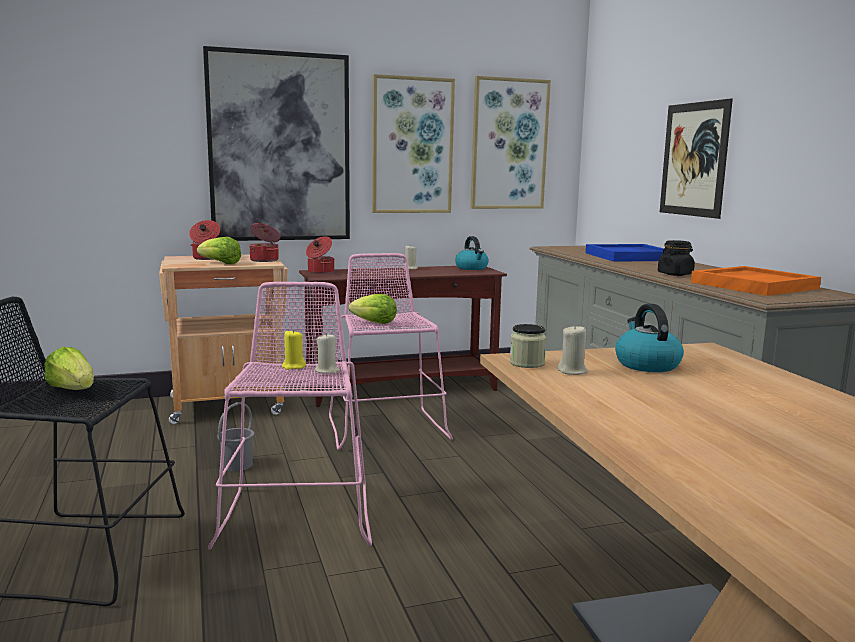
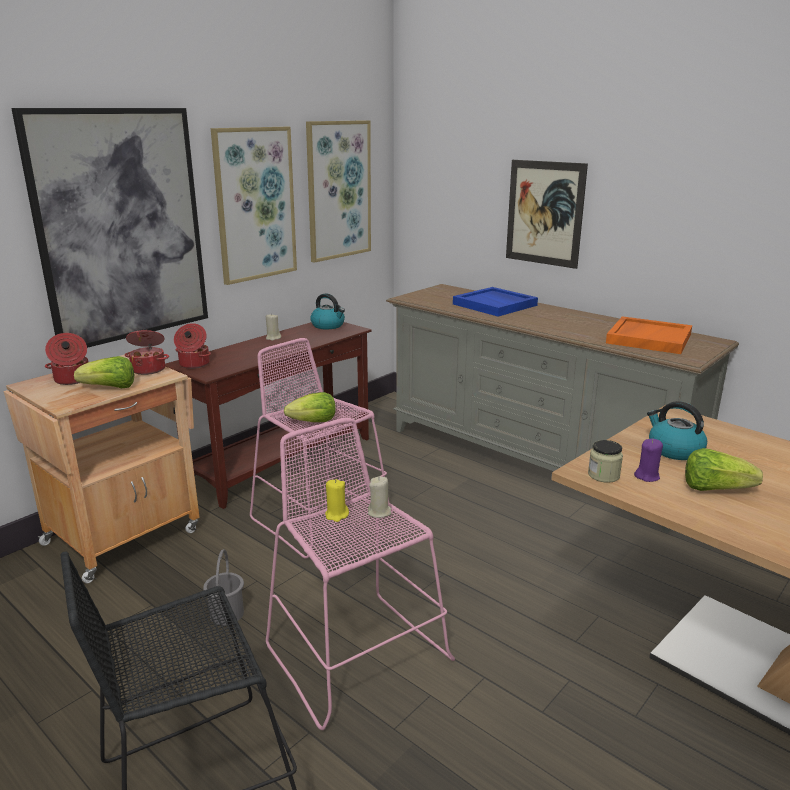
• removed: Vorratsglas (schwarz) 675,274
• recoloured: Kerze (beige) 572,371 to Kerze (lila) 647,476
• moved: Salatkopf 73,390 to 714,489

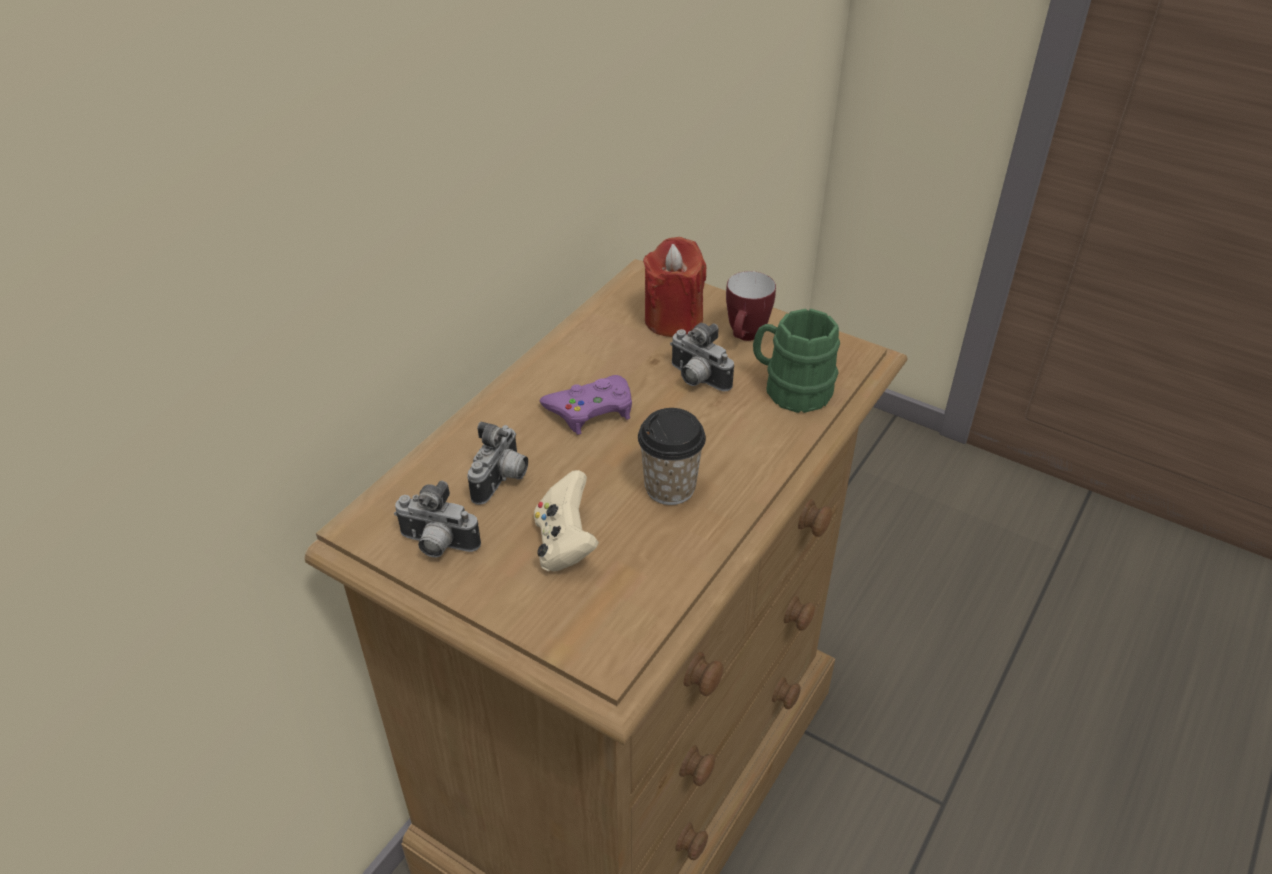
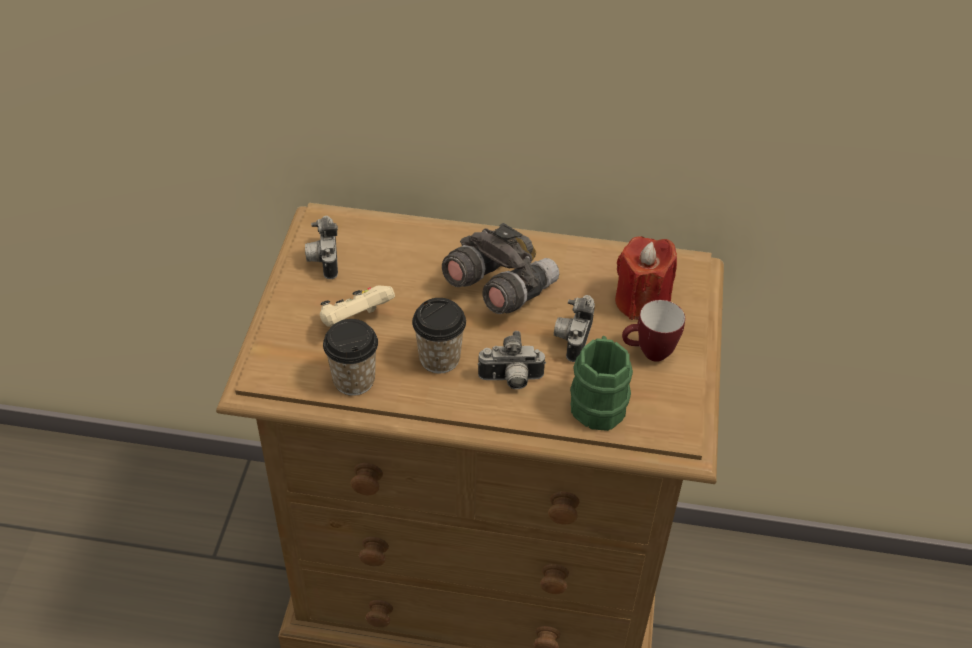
• replaced: Gamepad (lila) 591,409 to Fernglas (grau) 499,288
• moved: Kamera 502,481 to 511,380
• added: Tasse 354,380

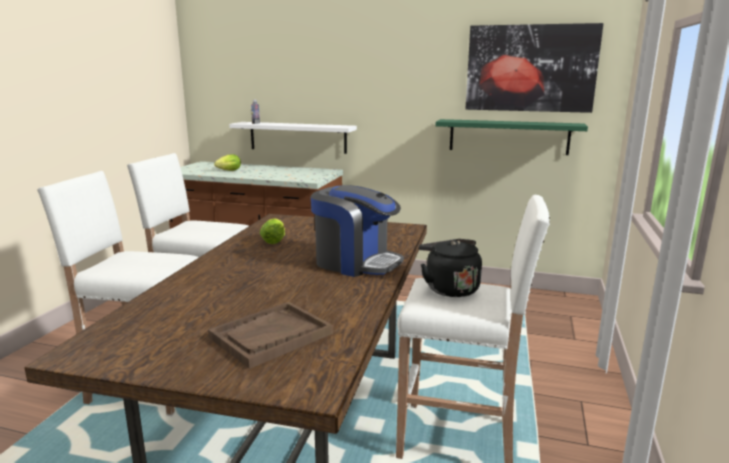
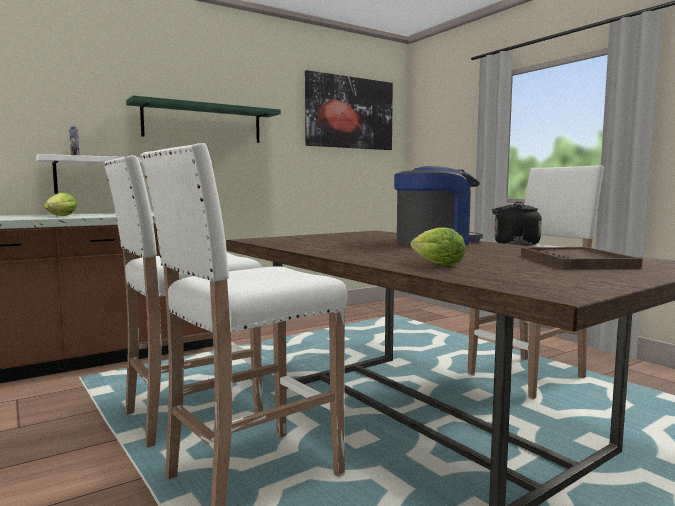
• moved: Wandregal (grün) 508,136 to 203,123
• moved: Salatkopf 274,241 to 435,264

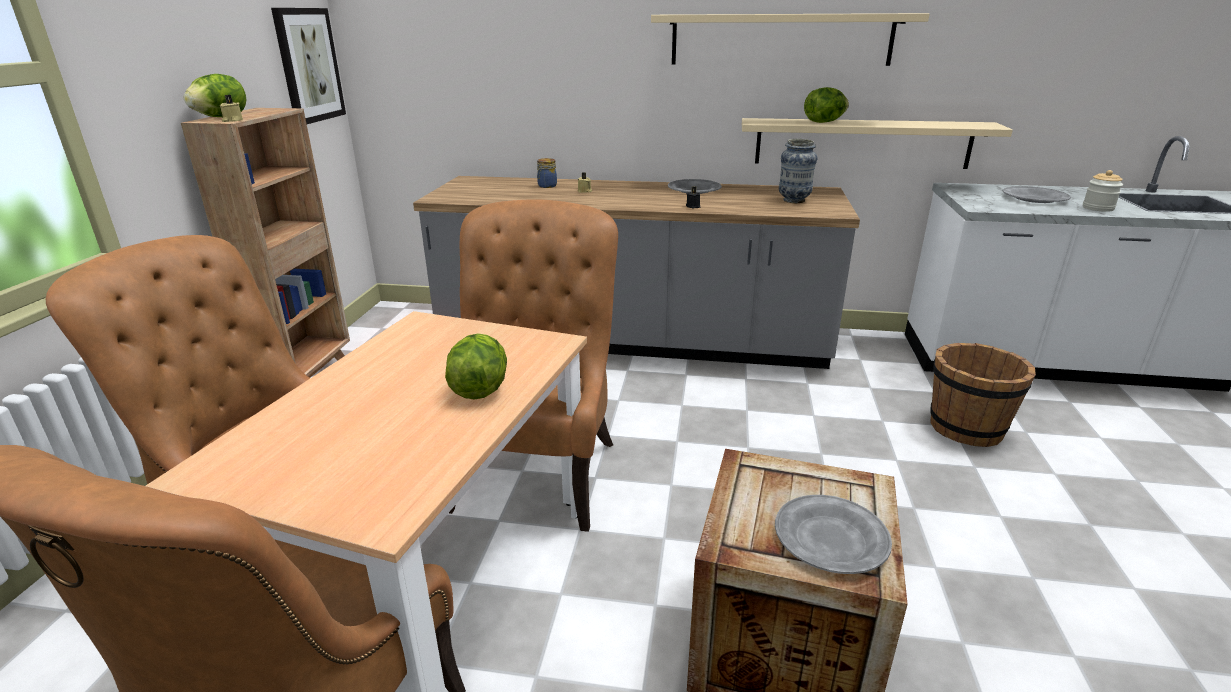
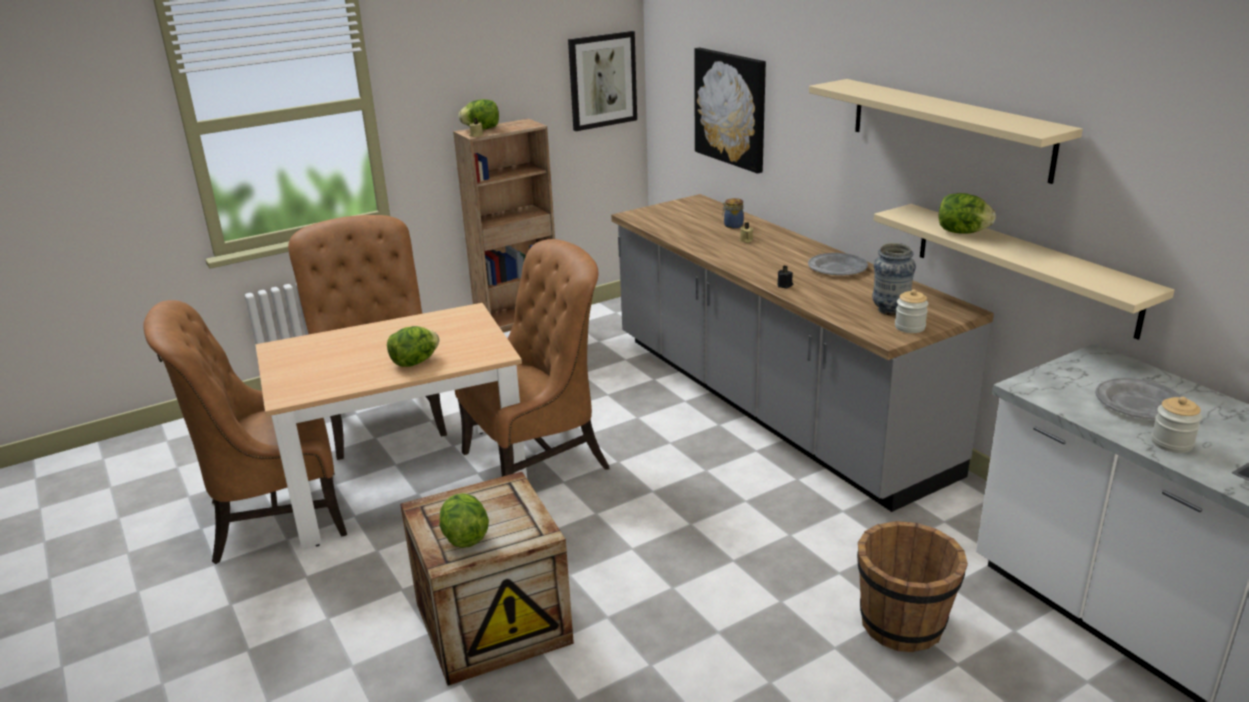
• replaced: Teller (grau) 831,539 to Salatkopf 465,537
• added: Bild 731,108
• added: Vorratsglas 909,327

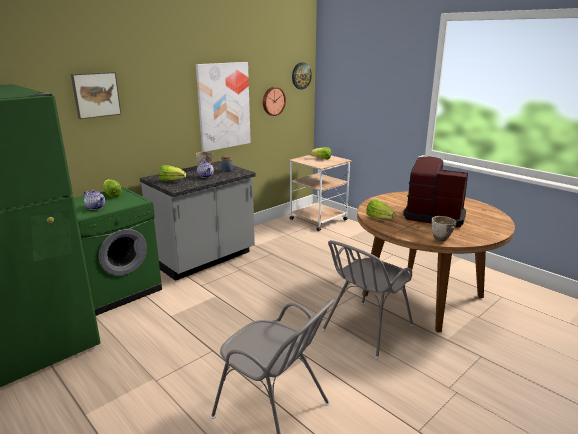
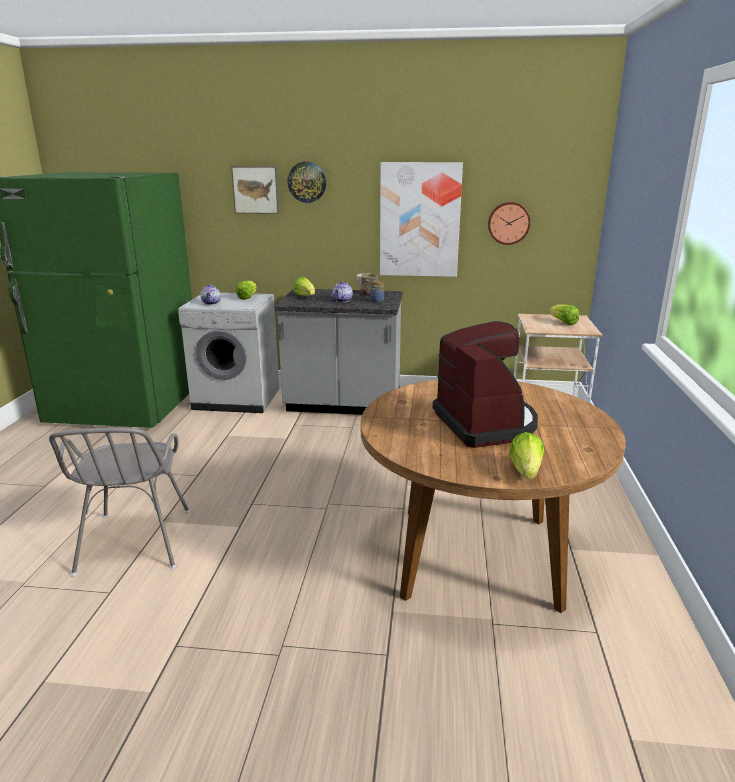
• moved: Wanduhr 301,76 to 307,182
• recoloured: Waschmaschine (grün) 118,291 to Waschmaschine (weiß) 236,400
• moved: Salatkopf 379,218 to 526,471
• removed: Schüssel 441,239
• removed: Stuhl (grau) 366,329

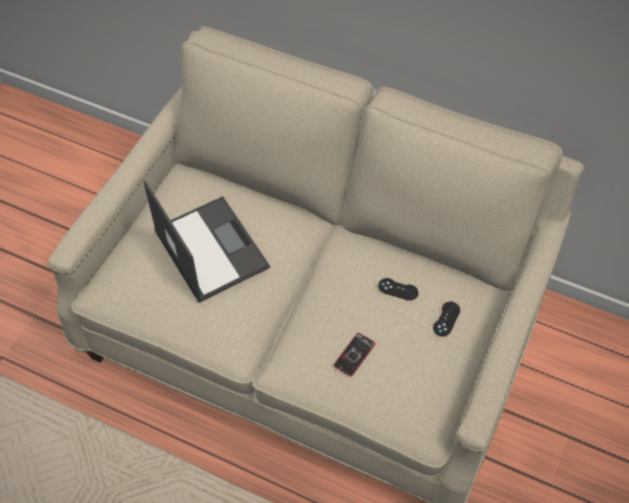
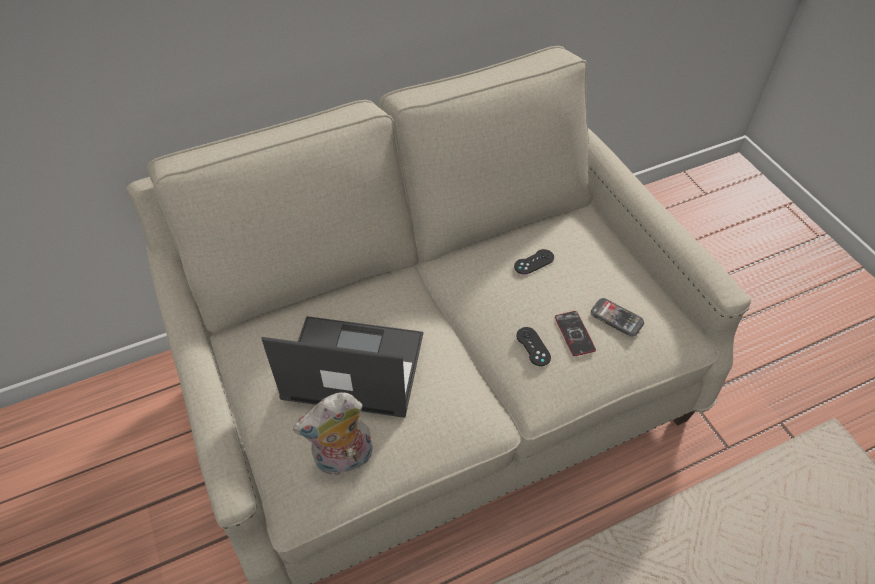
• moved: Gamepad (schwarz) 446,319 to 533,346
• added: Handy 616,318
• added: Plüschtier 343,460

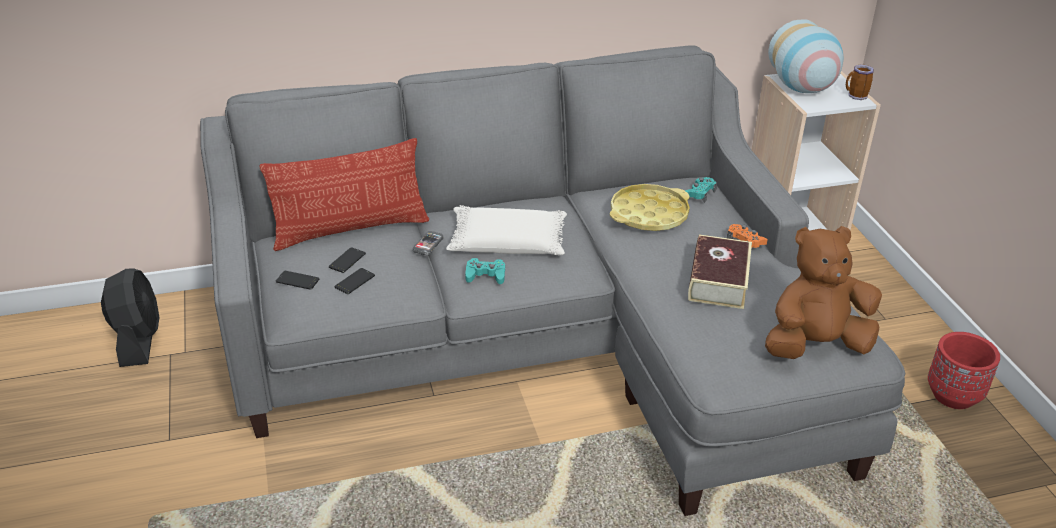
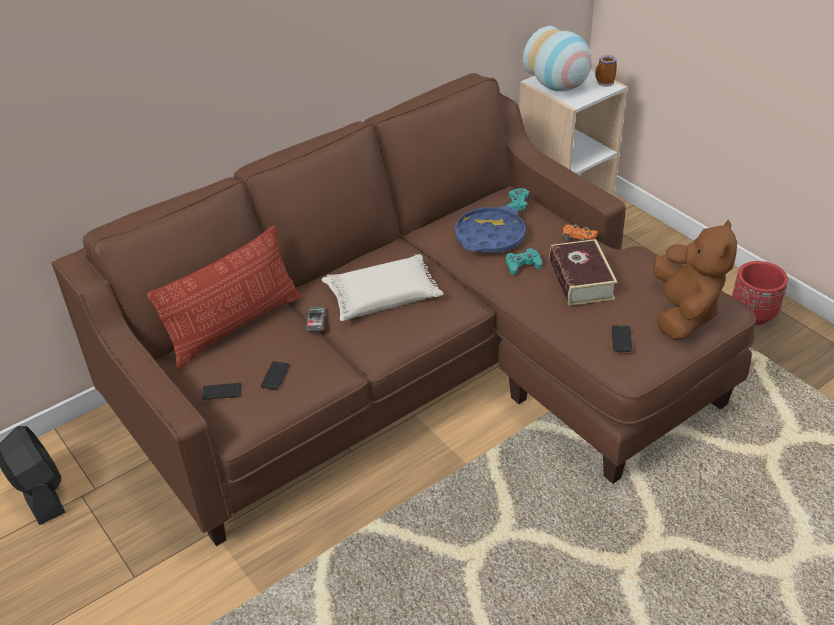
• recoloured: Sofa (grau) 545,345 to Sofa (braun) 420,374
• recoloured: Tablett (gelb) 648,214 to Tablett (blau) 489,236
• turned: Plüschtier (braun) 814,345 = 683,313 135 degrees clockwise
• moved: Handy 347,260 to 621,339
• moved: Gamepad (türkis) 485,275 to 522,265

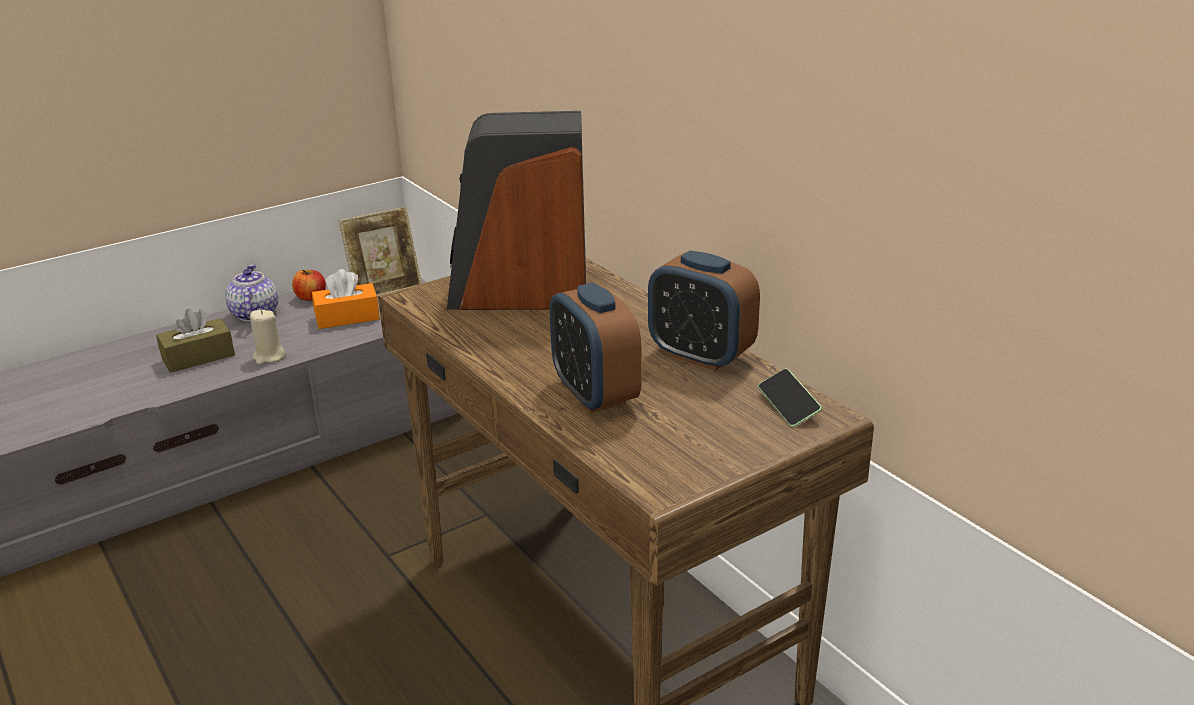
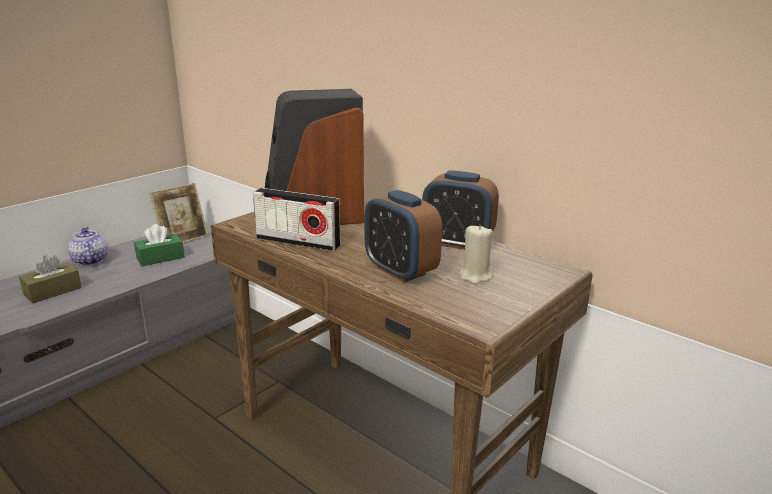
• recoloured: Taschentuchbox (orange) 347,317 to Taschentuchbox (grün) 160,258
• removed: Apfel 311,297
• moved: Kerze (beige) 269,357 to 475,276
• removed: Handy 788,407
• added: Radio 298,242

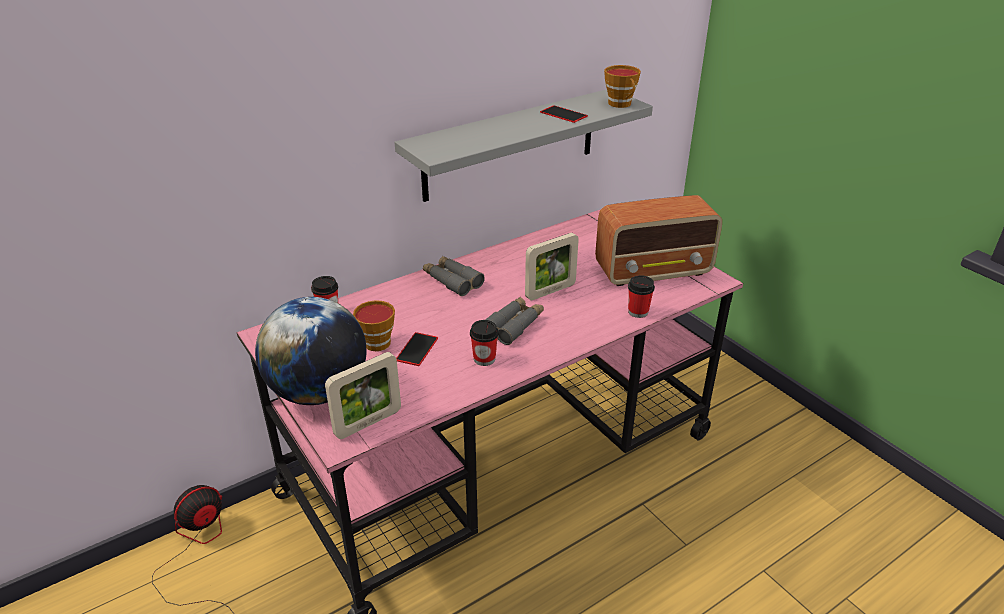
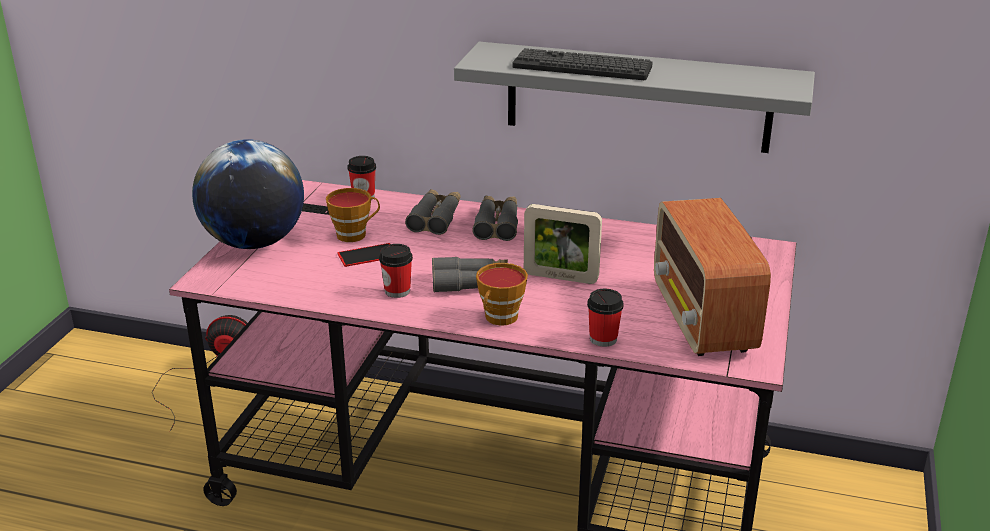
• moved: Tasse 621,104 to 500,319
• removed: Handy 563,114
• turned: Radio 654,271 = 703,319 45 degrees clockwise
• removed: Bilderrahmen 368,423
• added: Tastatur 582,67
• added: Fernglas (grau) 435,218

